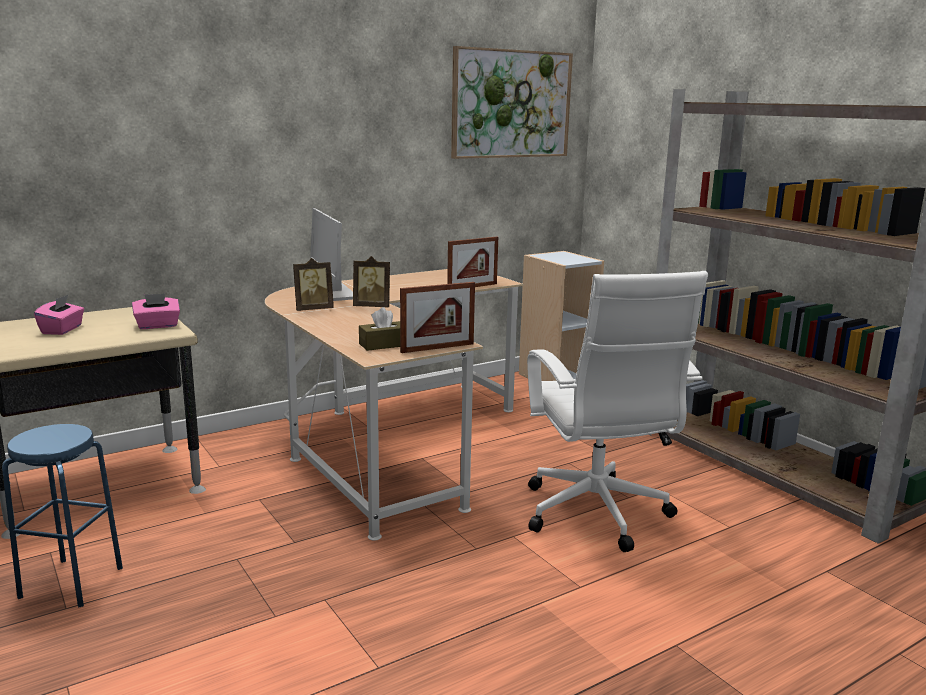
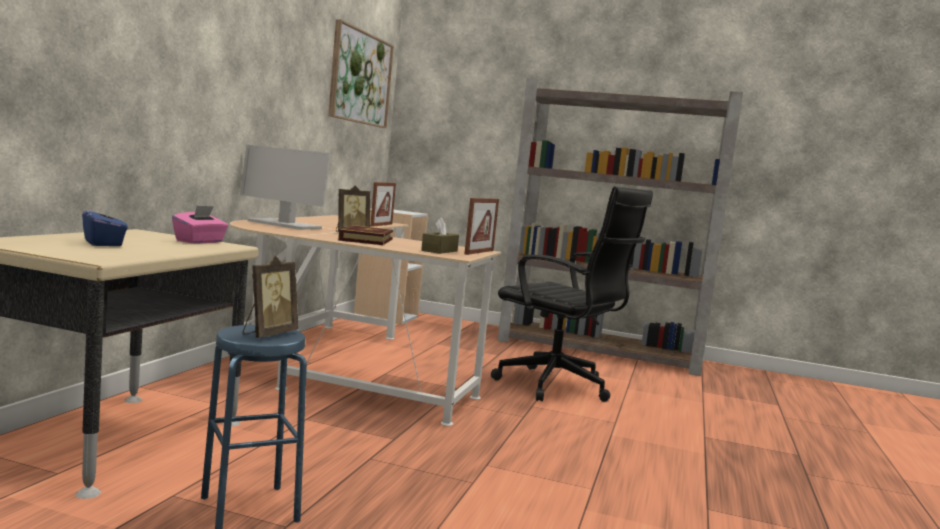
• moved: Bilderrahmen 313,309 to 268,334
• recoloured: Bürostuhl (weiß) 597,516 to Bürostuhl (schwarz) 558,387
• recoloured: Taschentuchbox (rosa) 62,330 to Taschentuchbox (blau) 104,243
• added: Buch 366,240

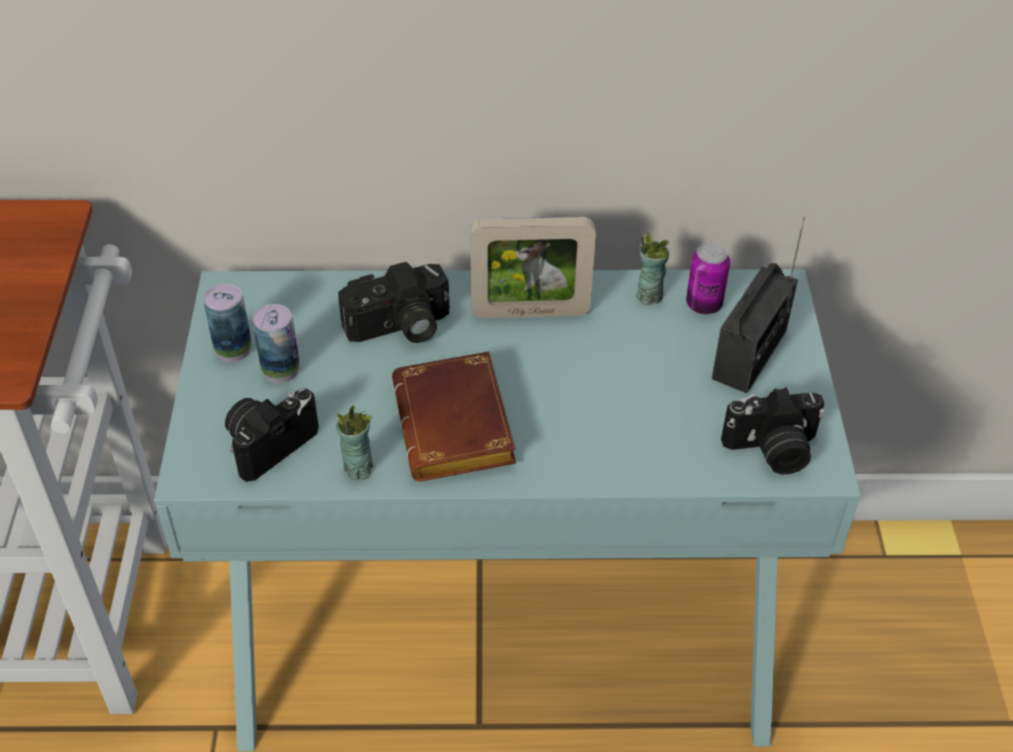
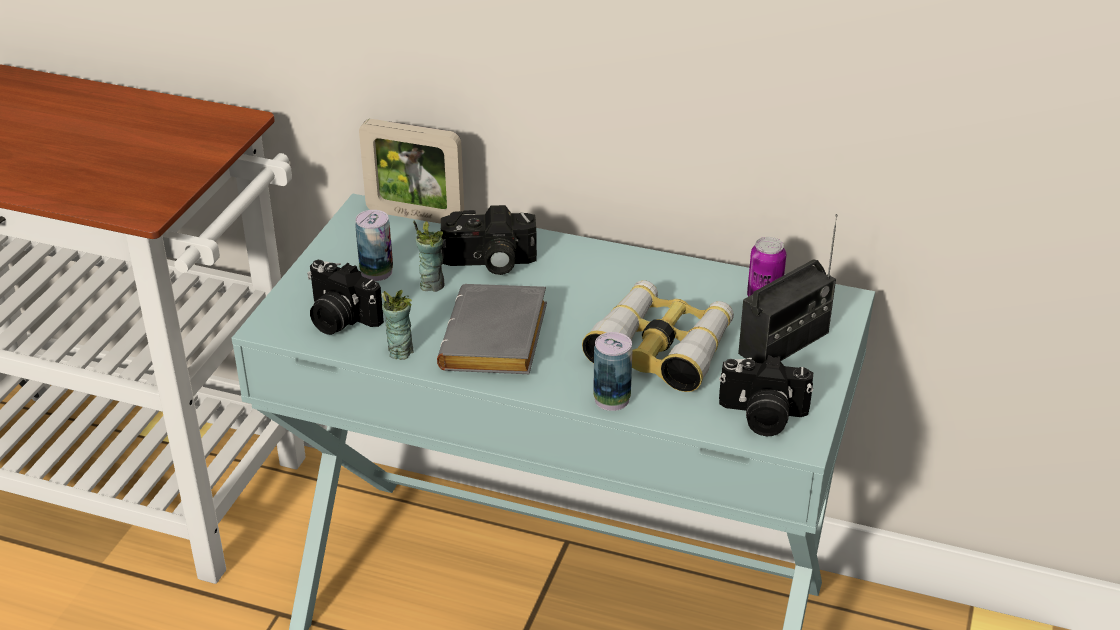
• moved: Bilderrahmen 530,312 to 415,216
• moved: Tasse 649,295 to 432,284
• moved: Dose 233,349 to 611,399
• recoloured: Buch (braun) 458,428 to Buch (grau) 497,342
• turned: Kamera 268,443 = 339,319 120 degrees counterclockwise
• added: Fernglas 661,347

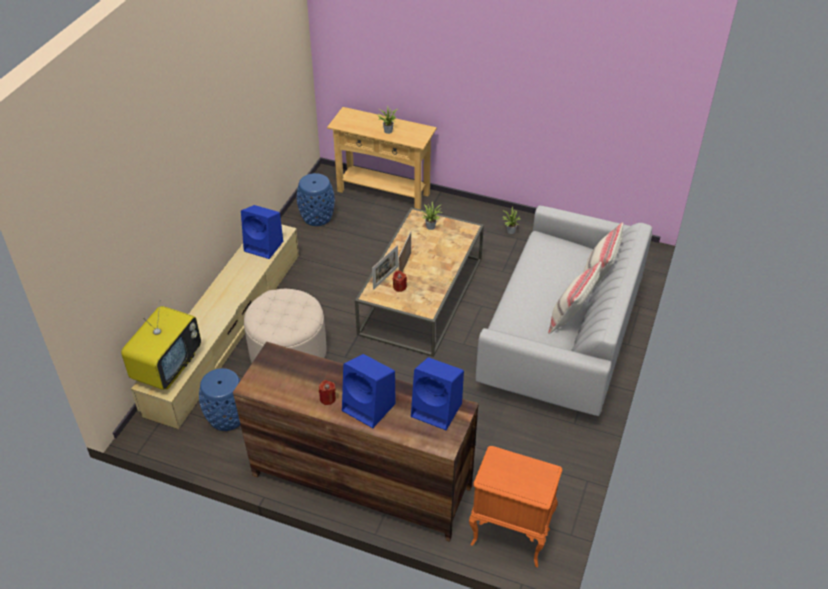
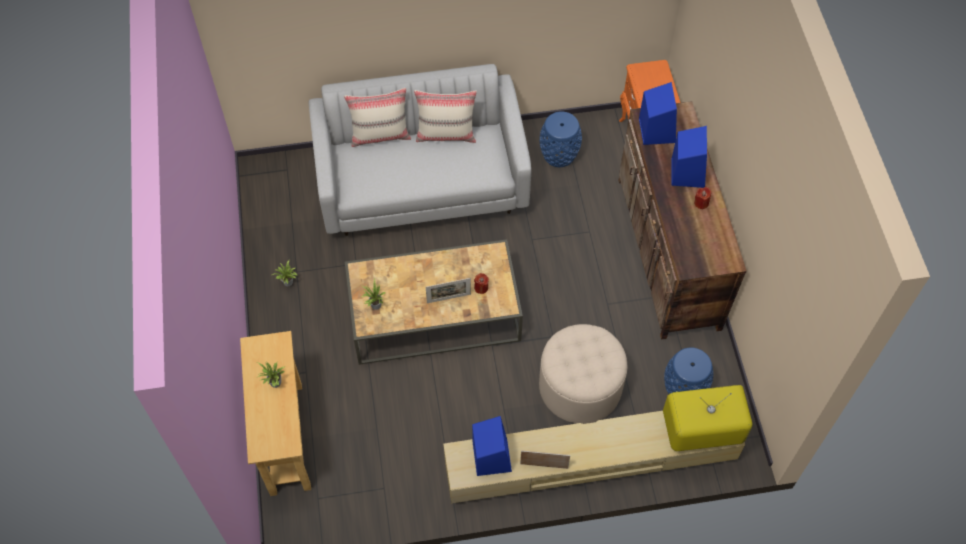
• moved: Hocker (blau) 317,217 to 558,155
• moved: Bilderrahmen 385,278 to 544,466

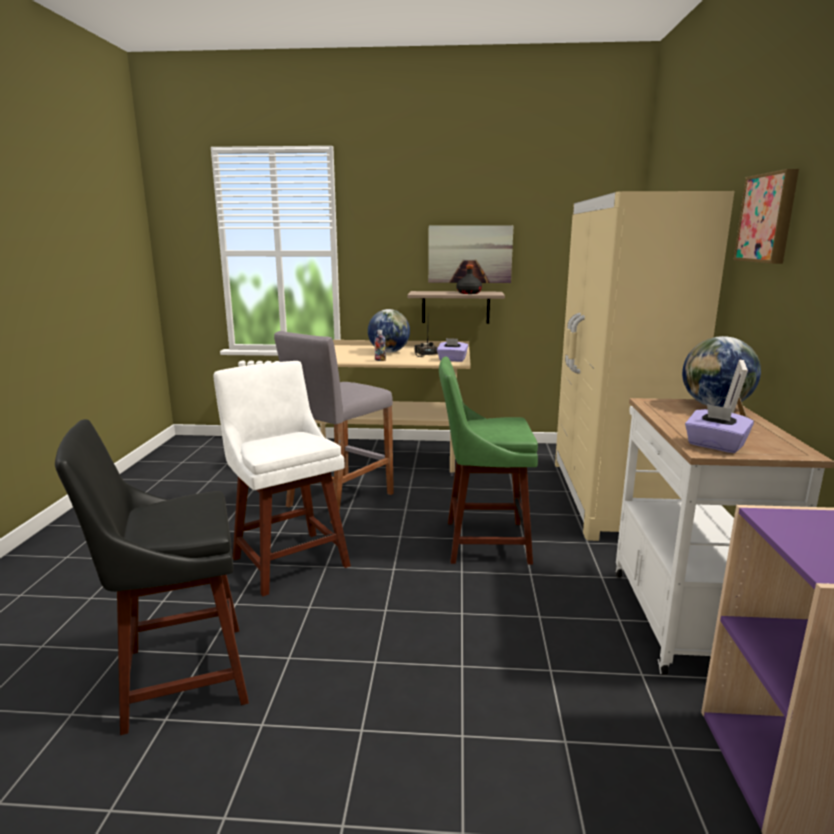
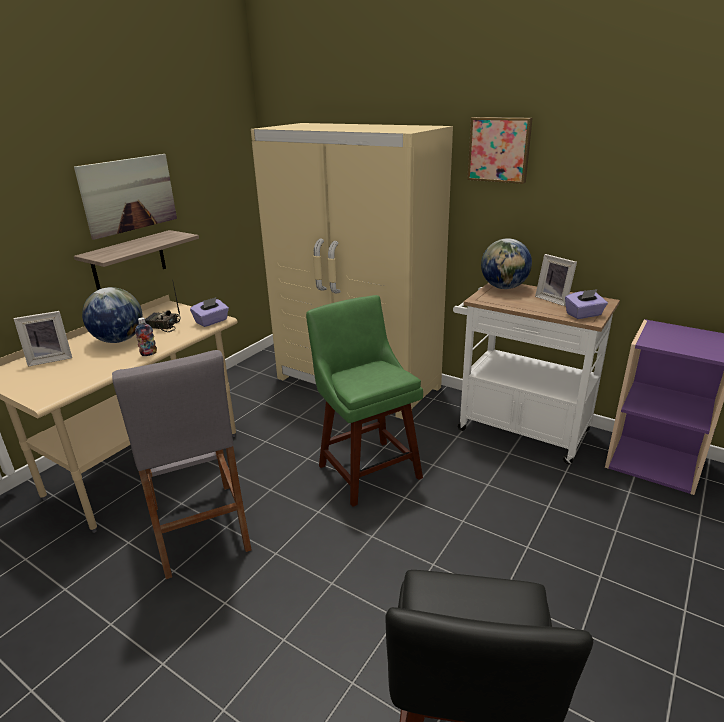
• removed: Flasche (schwarz) 468,293
• turned: Stuhl (grün) 481,541 = 367,468 120 degrees clockwise
• removed: Stuhl (weiß) 288,559
• added: Bilderrahmen 50,359

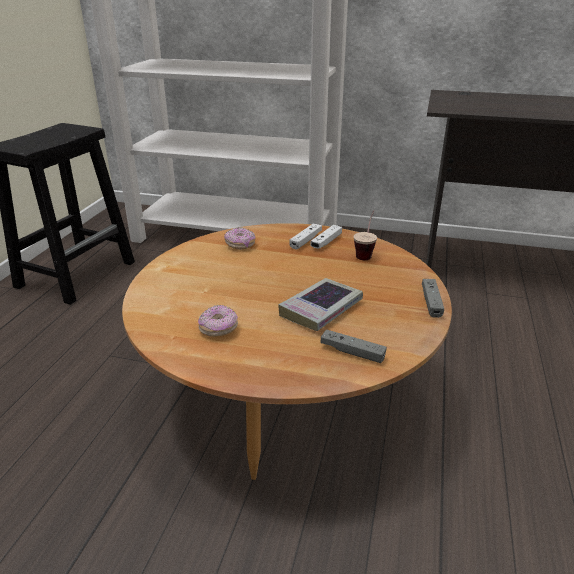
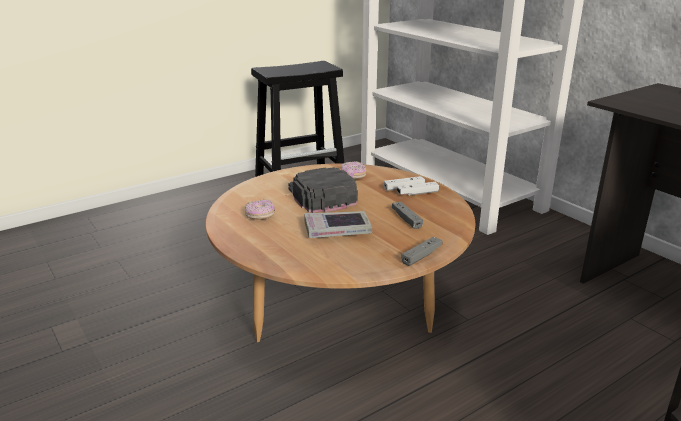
• removed: Tasse 365,253
• moved: Gamepad (grau) 352,352 to 406,219
• added: Kappe (schwarz) 320,195

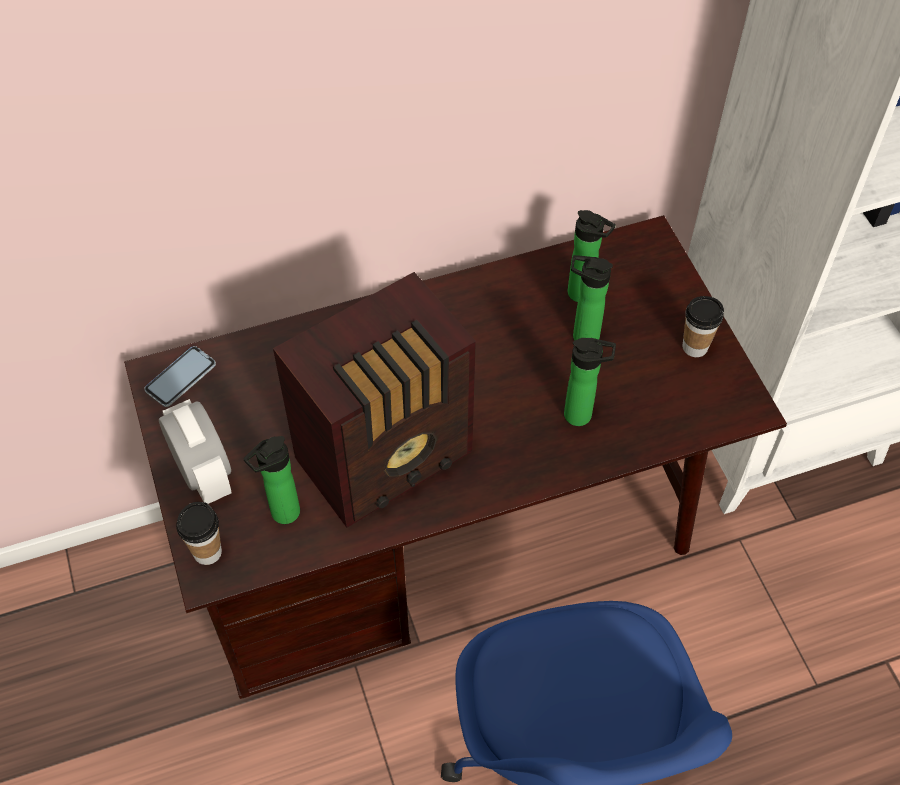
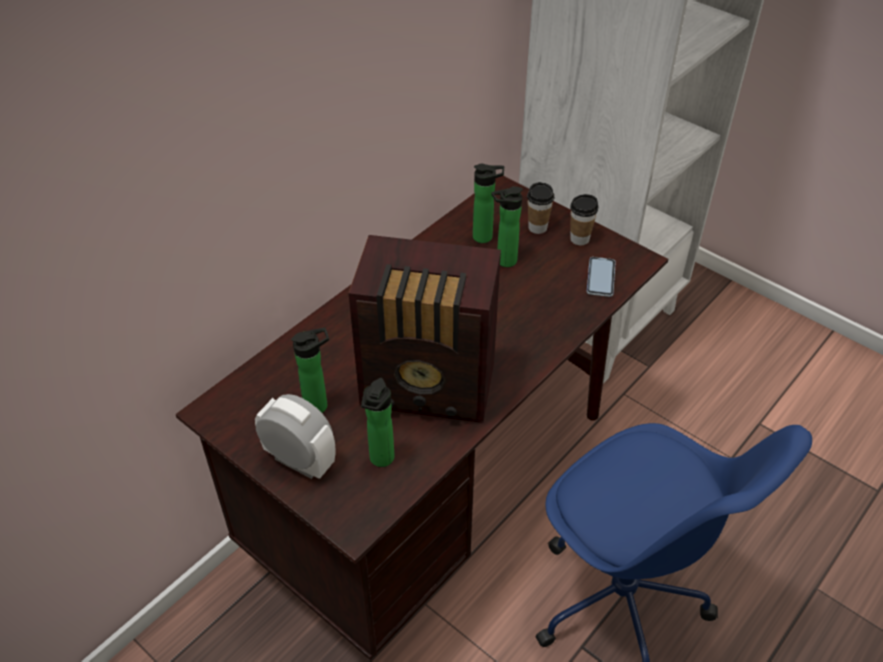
• turned: Radio 389,457 = 430,388 75 degrees clockwise
• moved: Flasche 582,415 to 319,405
• moved: Handy 180,377 to 600,278
• moved: Tasse 207,552 to 537,227

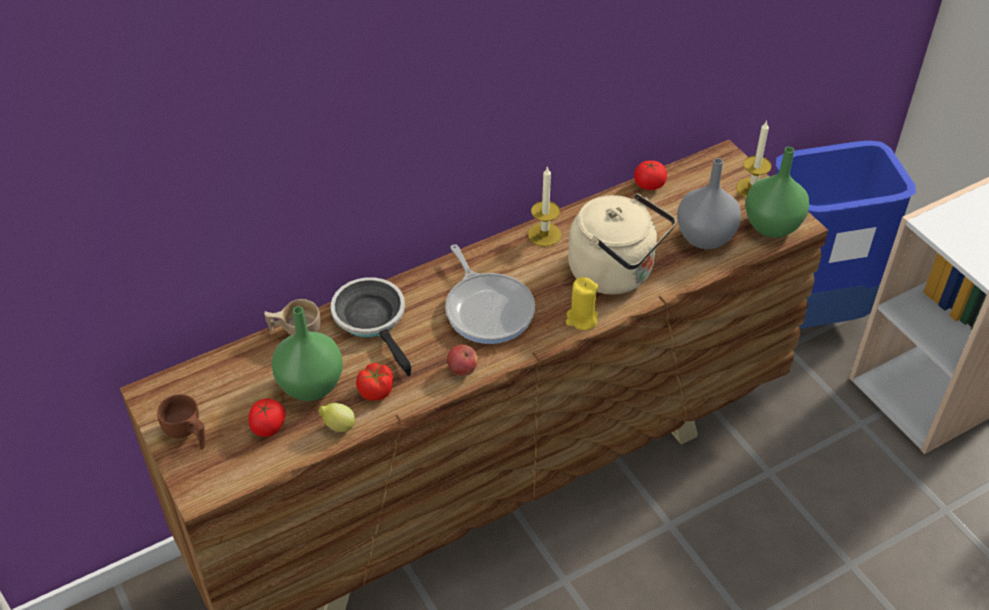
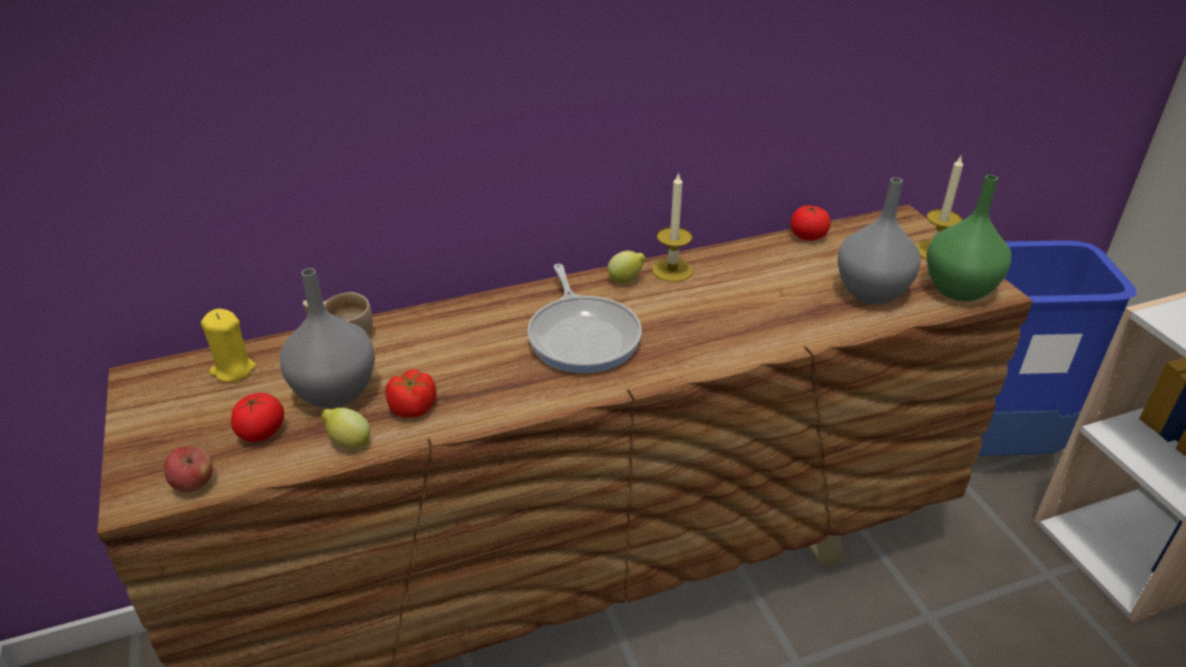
• removed: Wasserkessel (beige) 616,273
• removed: Pfanne 373,320
• moved: Kerze (gelb) 581,319 to 233,370
• recoloured: Vase (grün) 309,386 to Vase (grau) 333,393
• moved: Apfel 462,369 to 194,484
• removed: Tasse (braun) 187,434
• added: Zitrone 626,280

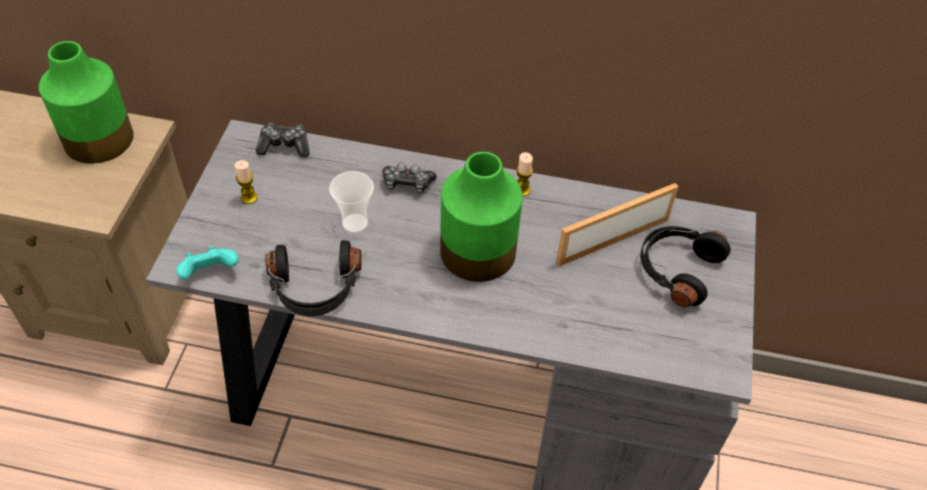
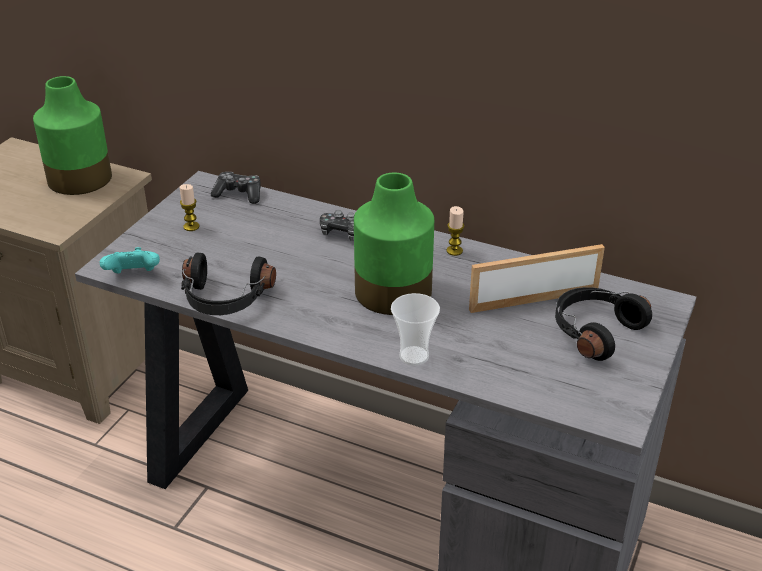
• moved: Tasse 355,223 to 414,356

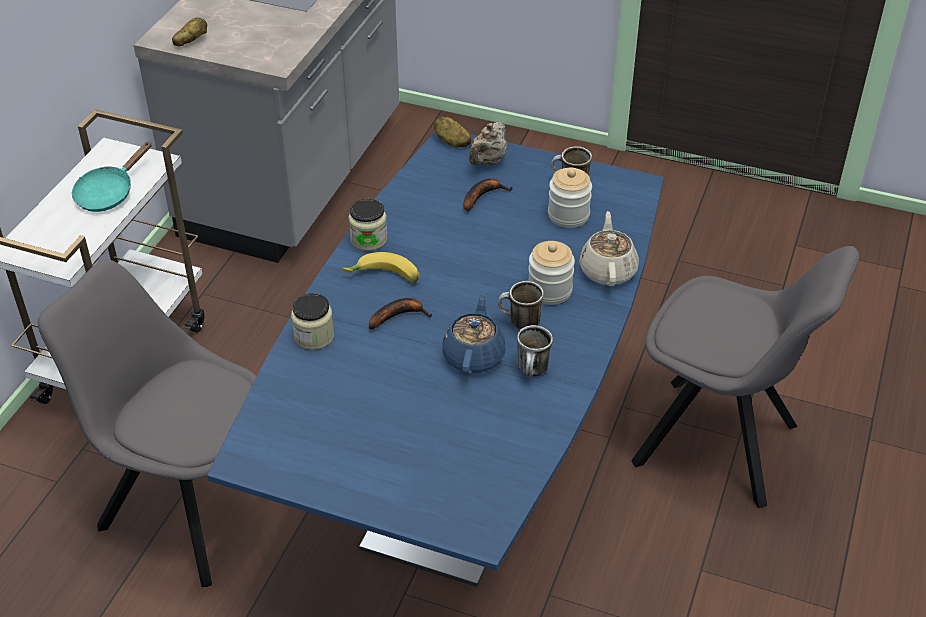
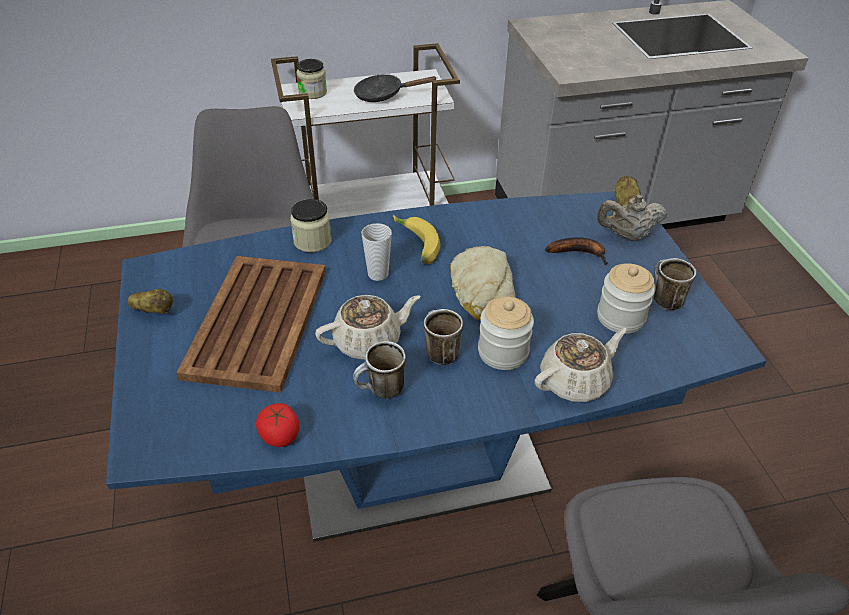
• moved: Kartoffel 191,41 to 154,311
• recoloured: Pfanne (türkis) 109,193 to Pfanne (schwarz) 383,95
• moved: Vorratsglas 368,239 to 312,92
• recoloured: Teekanne (blau) 474,355 to Teekanne (beige) 369,341
• replaced: Banane 399,315 to Tasse 378,274
• added: Brot 482,291
• added: Tablett (braun) 258,320
• added: Tomate 280,436

